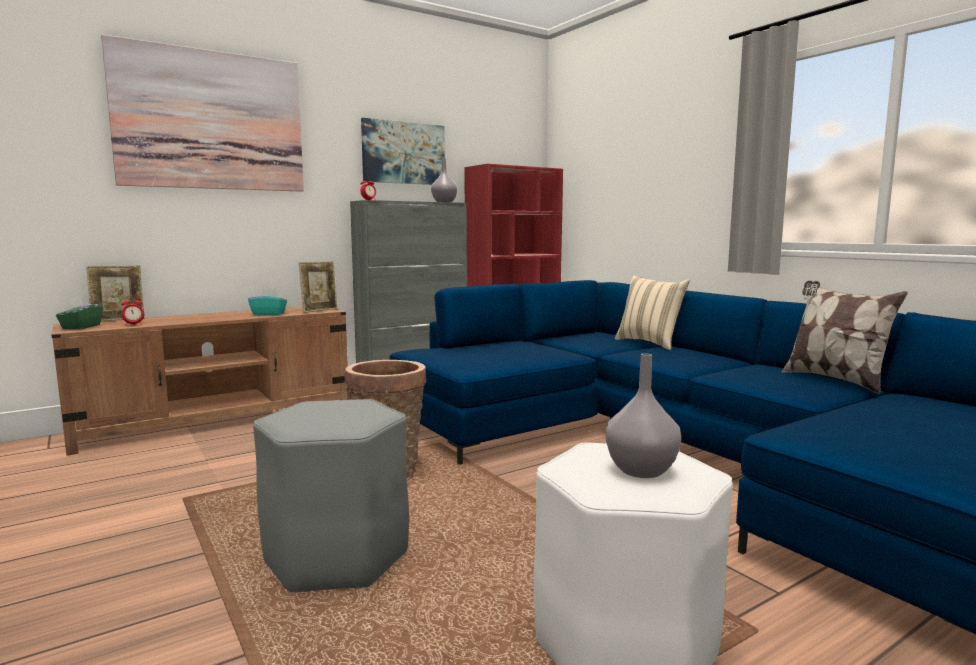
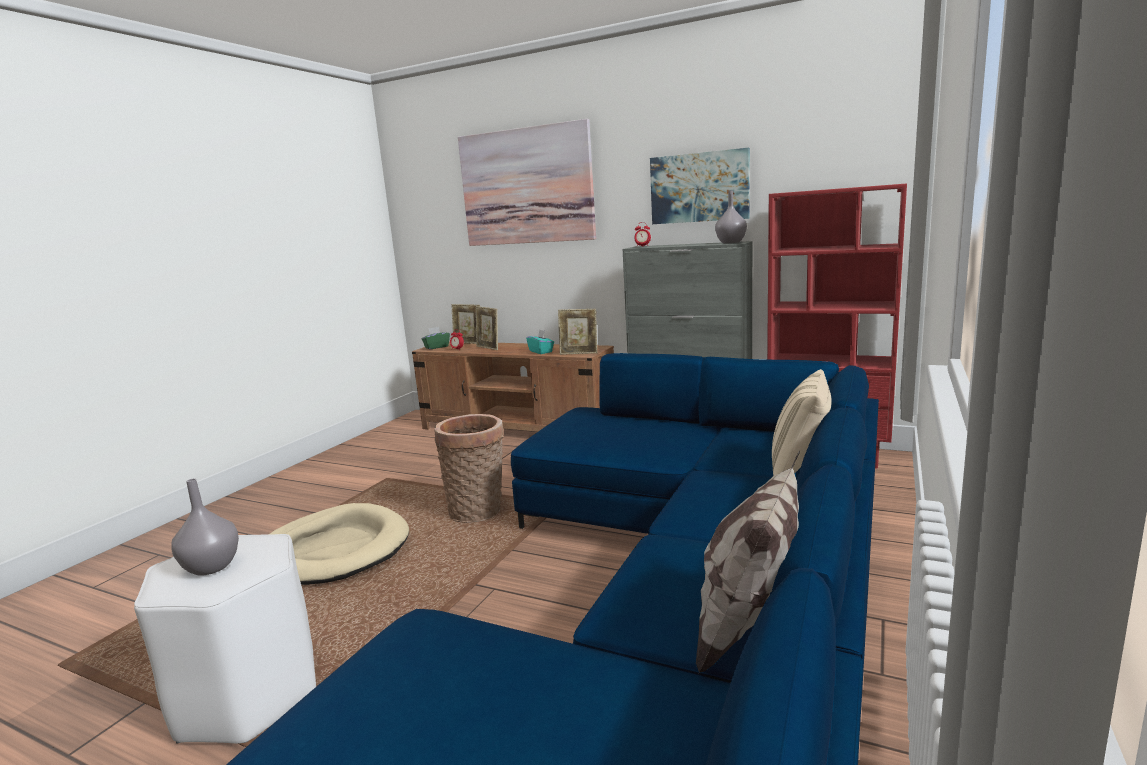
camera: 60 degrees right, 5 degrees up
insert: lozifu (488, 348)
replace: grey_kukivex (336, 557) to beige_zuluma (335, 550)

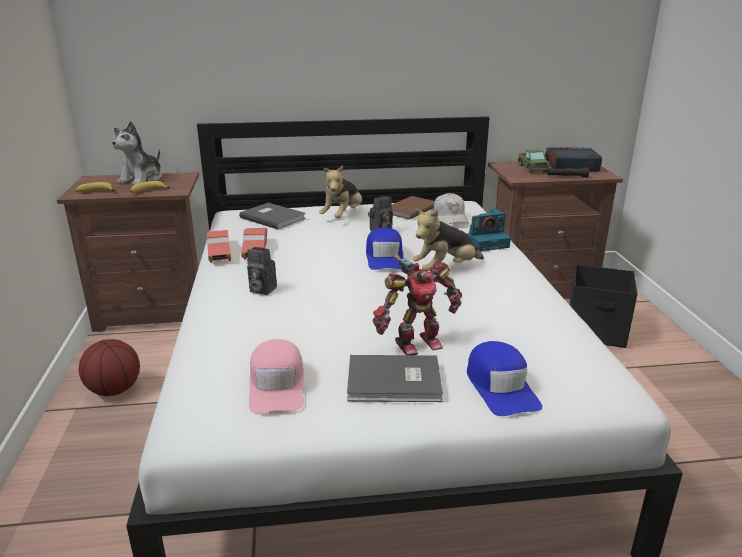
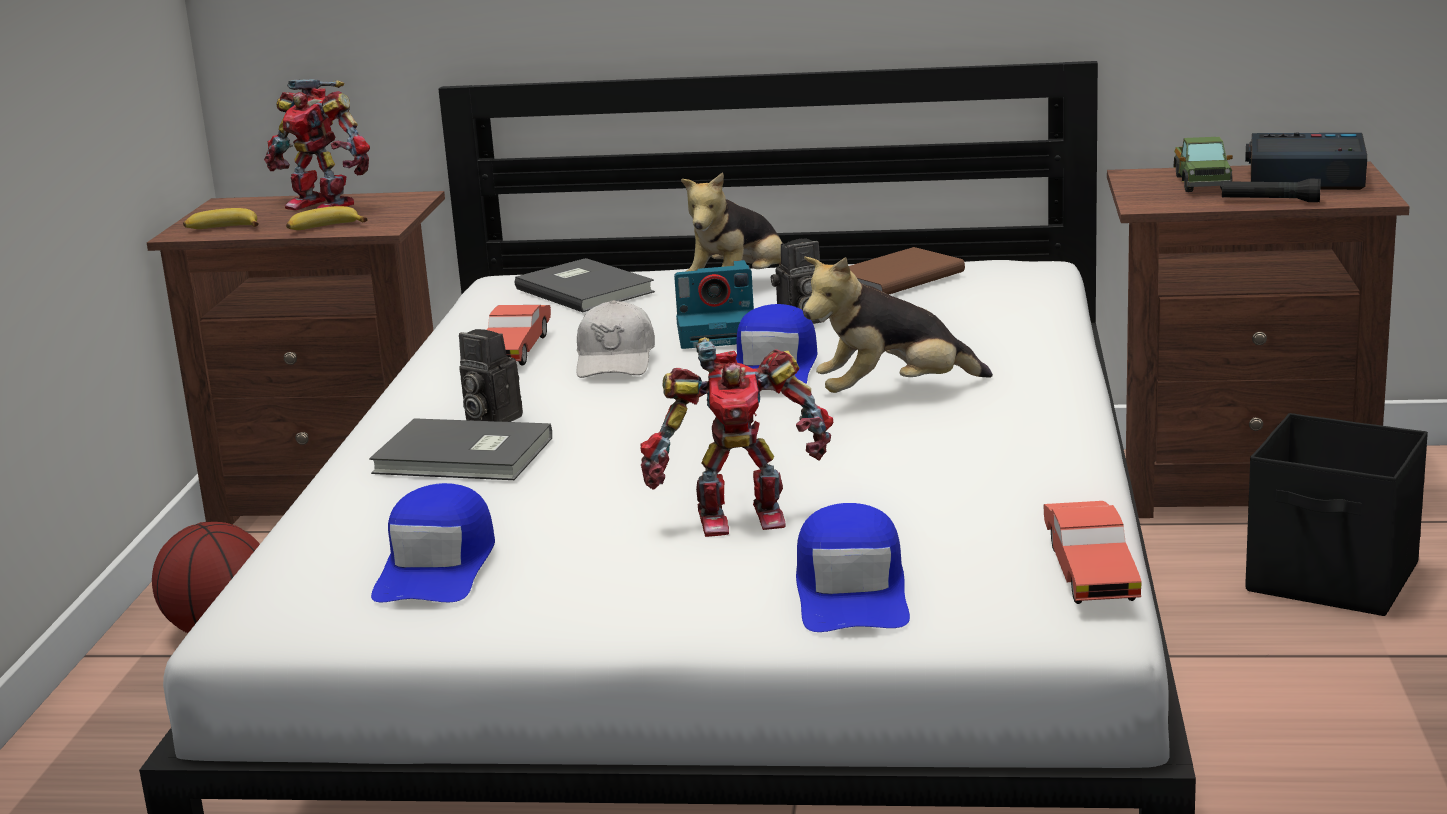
camera: 15 degrees right, 5 degrees down
move: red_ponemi (219, 253) to (1089, 572); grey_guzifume (395, 382) to (464, 457); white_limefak (450, 217) to (616, 361); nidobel (485, 242) to (718, 332)
replace: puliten (142, 179) to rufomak (323, 205)
recolor: pink_limefak (277, 385) to blue_limefak (438, 566)

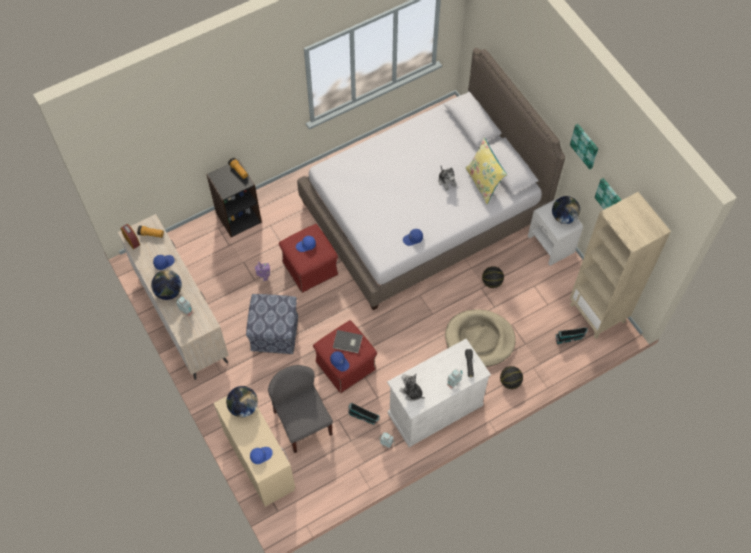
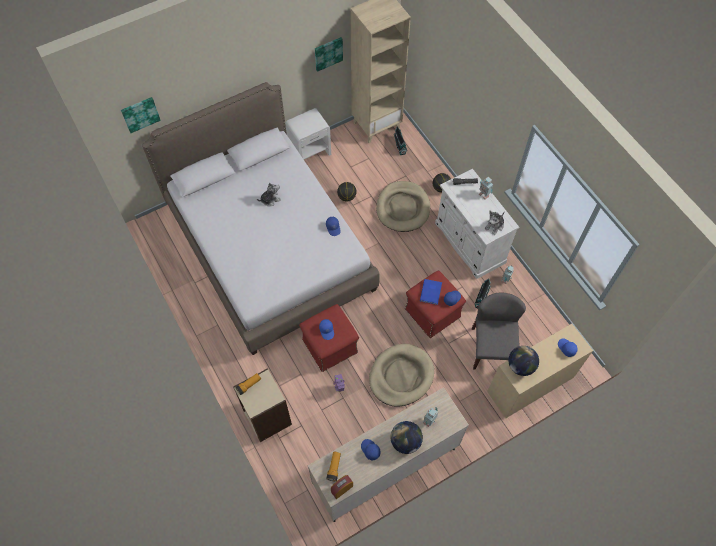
camera: 90 degrees left, 0 degrees up
delete: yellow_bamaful (483, 183); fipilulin (563, 217)
move: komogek (585, 145) to (140, 114)
replace: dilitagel (274, 332) to beige_zuluma (401, 376)
recolor: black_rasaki (238, 217) to beige_rasaki (267, 418); grey_guzifume (348, 342) to blue_guzifume (431, 292)
rotate: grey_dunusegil (302, 422) = (491, 348) 120 degrees clockwise

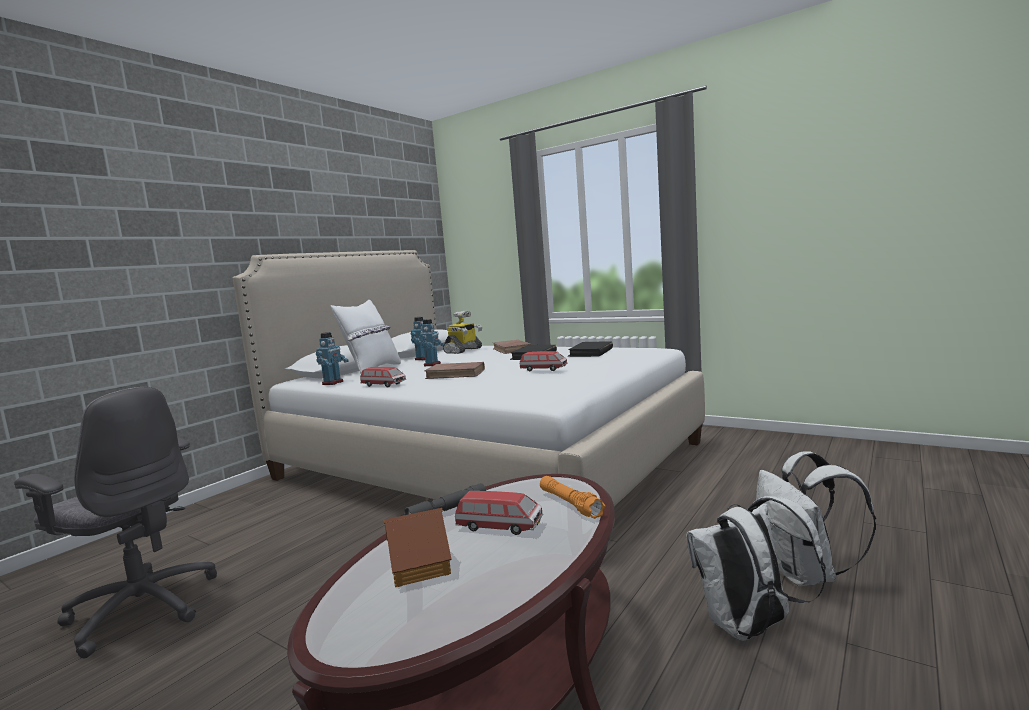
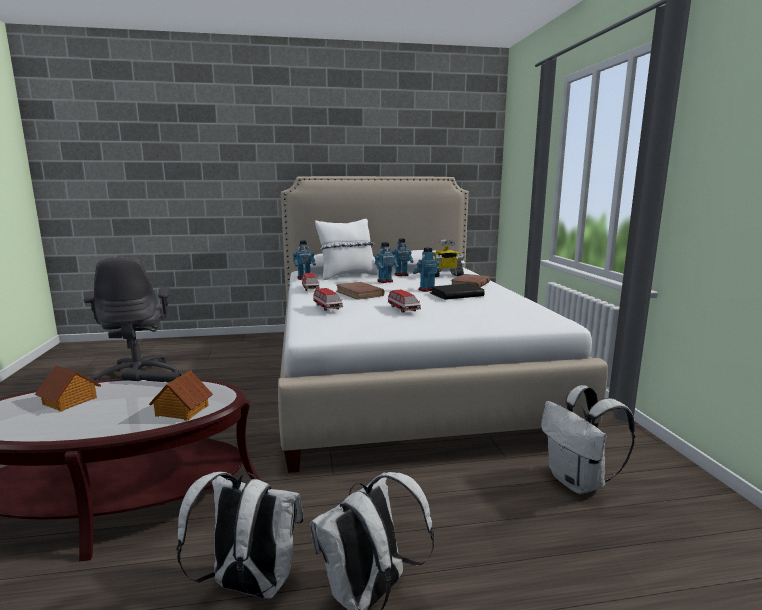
camera: 45 degrees right, 5 degrees up
delete: black_guzifume (591, 352)
insert: rufomak (426, 290); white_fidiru (578, 482)
move: ponemi (499, 526) to (327, 307)
replace: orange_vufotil (570, 504) to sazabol (181, 410)

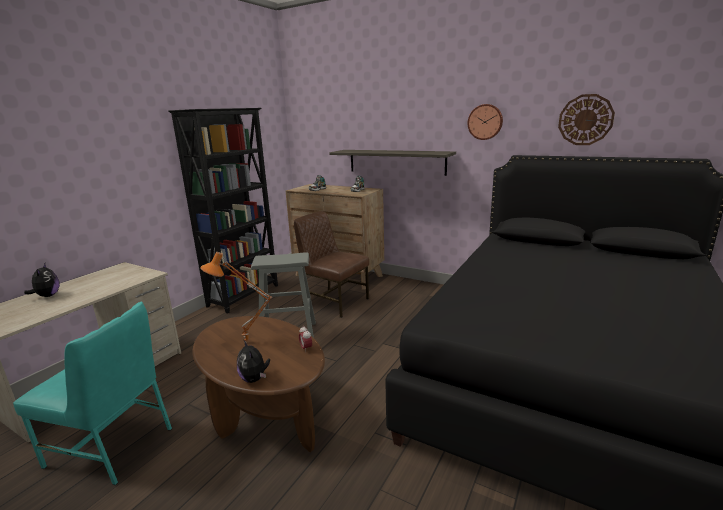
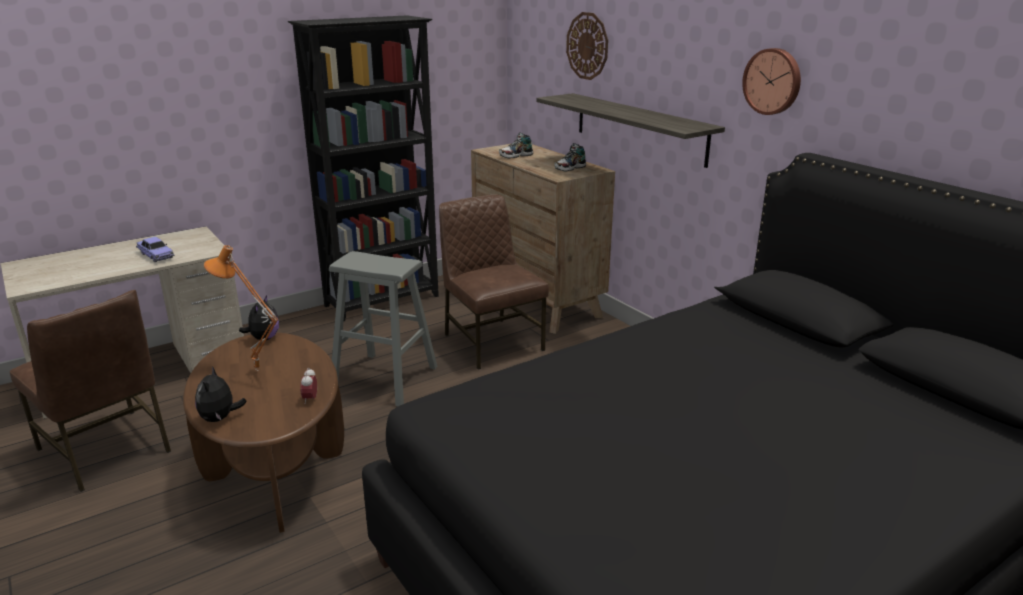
camera: 25 degrees right, 5 degrees up
insert: ponemi (156, 255)
move: puliten (47, 296) to (264, 338); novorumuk (585, 120) to (587, 46)
recolor: turquoise_dunusegil (113, 446) to brown_dunusegil (106, 450)

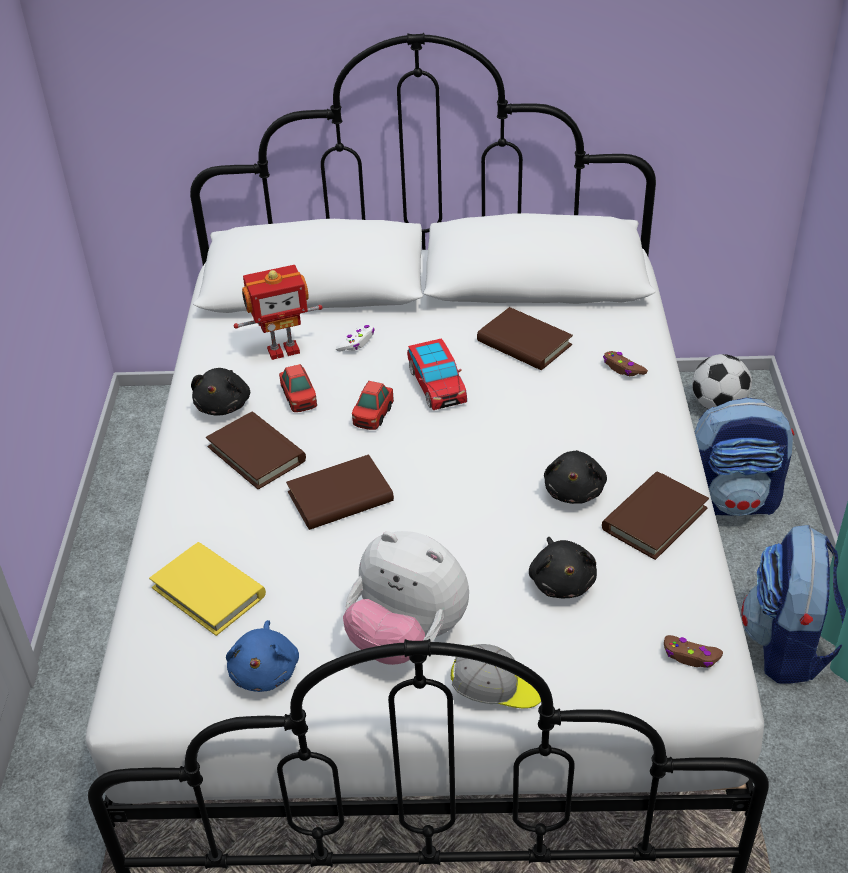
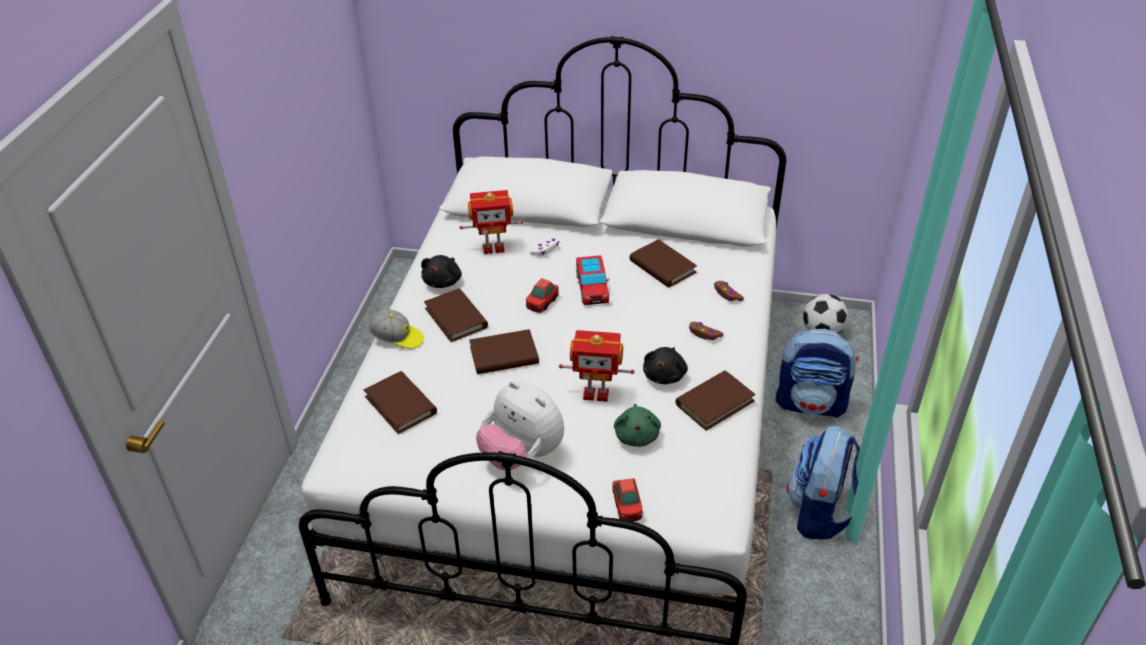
camera: 10 degrees right, 0 degrees up
delete: blue_puliten (265, 671)
insert: rufomak (596, 393)
move: ponemi (299, 398) to (627, 506); limefak (497, 689) to (397, 338); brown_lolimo (690, 656) to (704, 334)
recolor: yellow_guzifume (209, 592) to brown_guzifume (401, 405); black_puliten (562, 581) to green_puliten (637, 435)

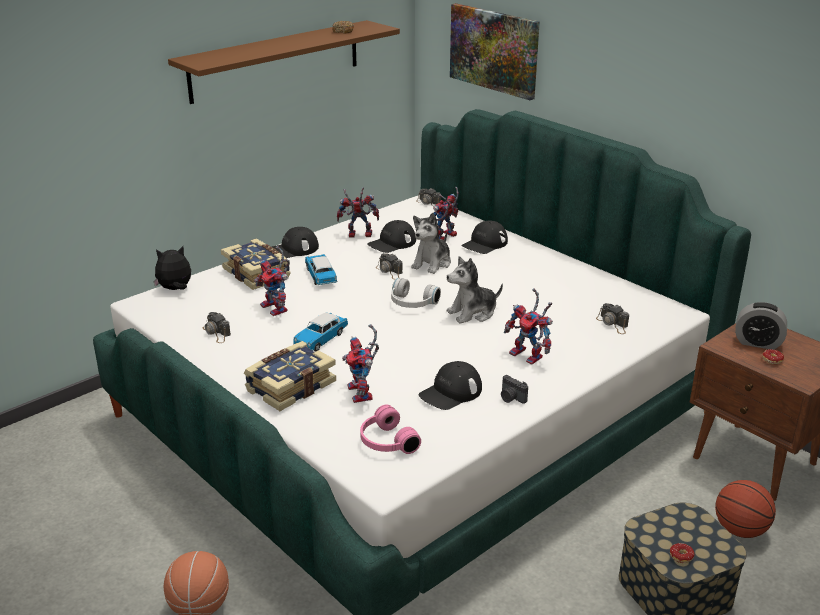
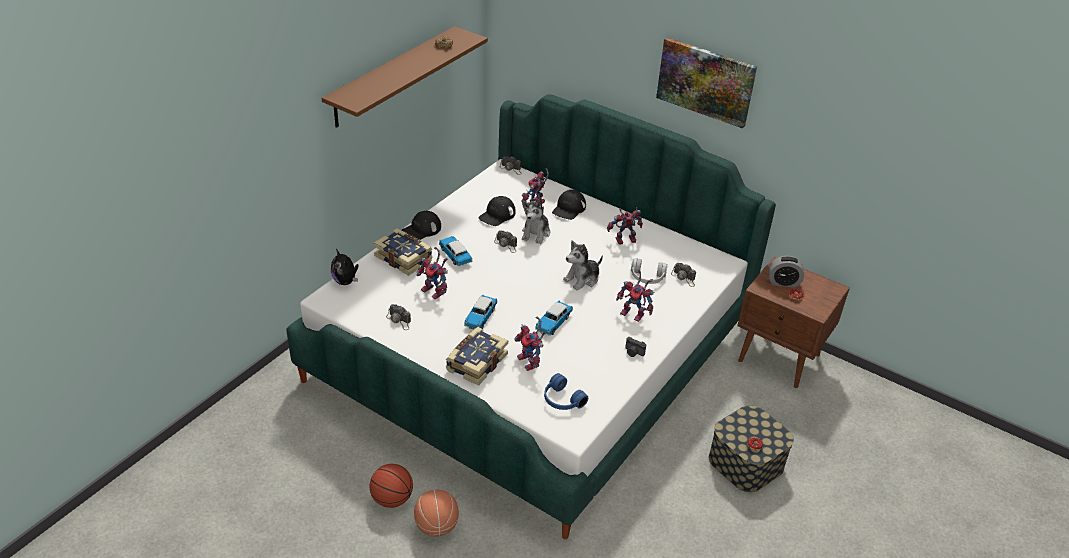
camera: 15 degrees left, 10 degrees up
delete: black_limefak (450, 392)
insert: ponemi (553, 323)
move: rufomak (357, 235) to (624, 241); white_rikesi (411, 303) to (647, 278); komogek (494, 50) to (706, 81); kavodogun (740, 530) to (392, 499)
recolor: pink_rikesi (385, 442) to blue_rikesi (561, 400)
rotate: puliten (175, 289) = (346, 281) 90 degrees counterclockwise

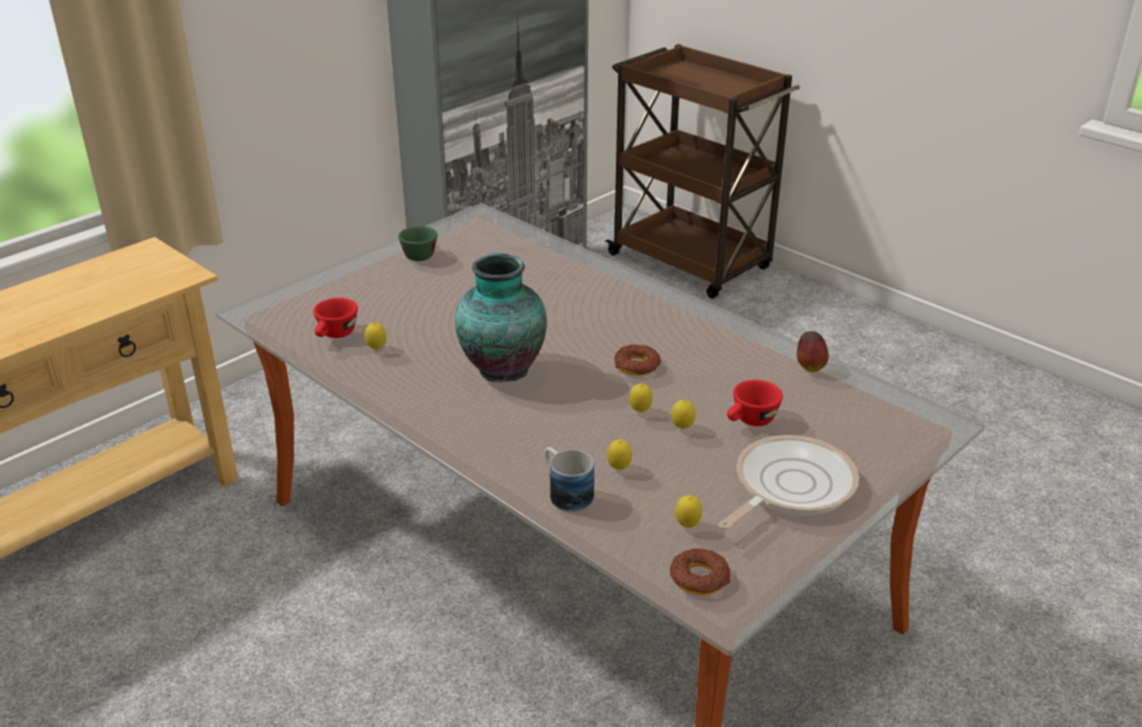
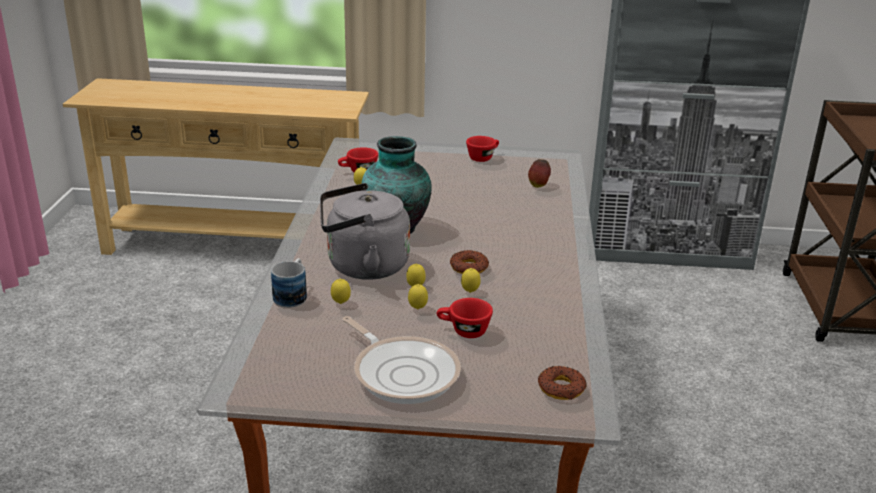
camera: 50 degrees right, 5 degrees down
insert: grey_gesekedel (362, 266)
move: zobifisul (699, 577) to (561, 388); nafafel (687, 526) to (470, 292); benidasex (809, 368) to (538, 186)
recolor: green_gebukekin (419, 253) to red_gebukekin (483, 157)
rotate: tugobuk (789, 486) = (403, 373) 45 degrees clockwise

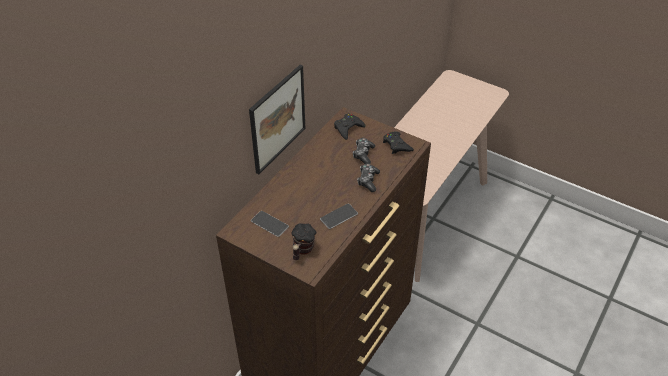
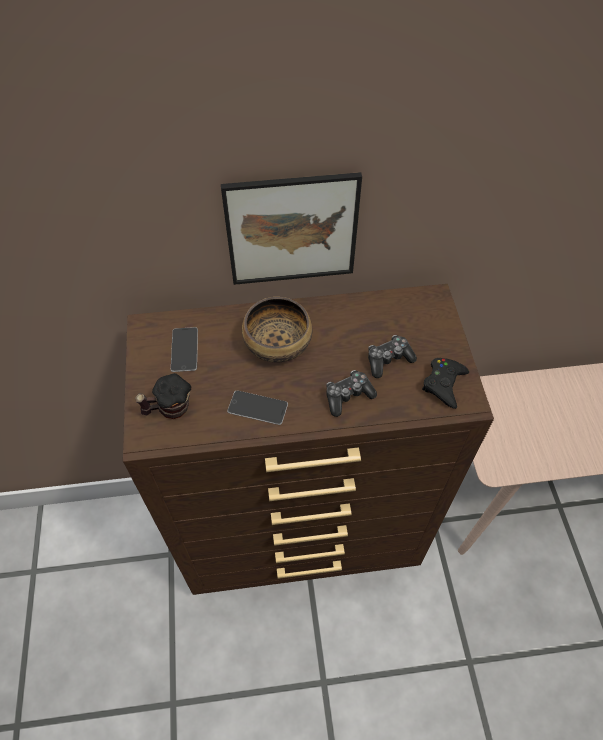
camera: 50 degrees right, 10 degrees up
delete: black_lolimo (348, 128)
insert: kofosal (278, 342)

